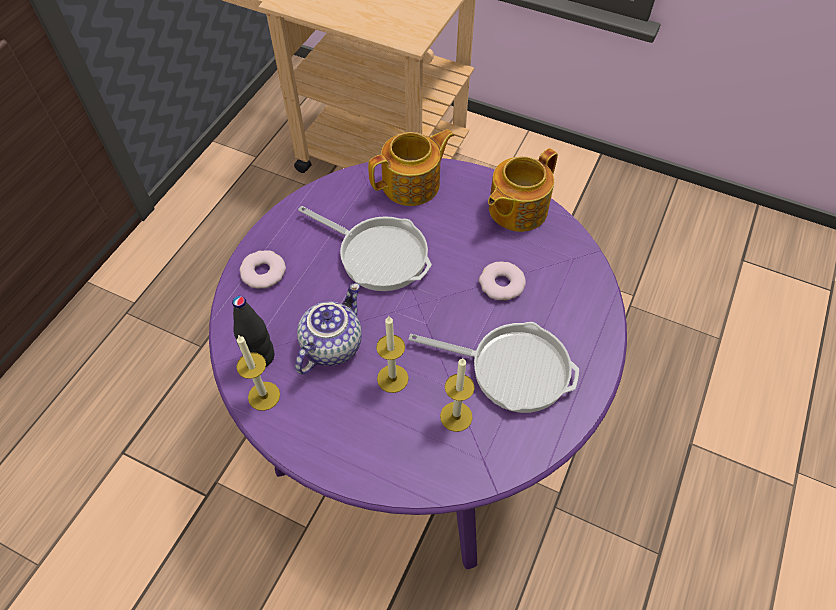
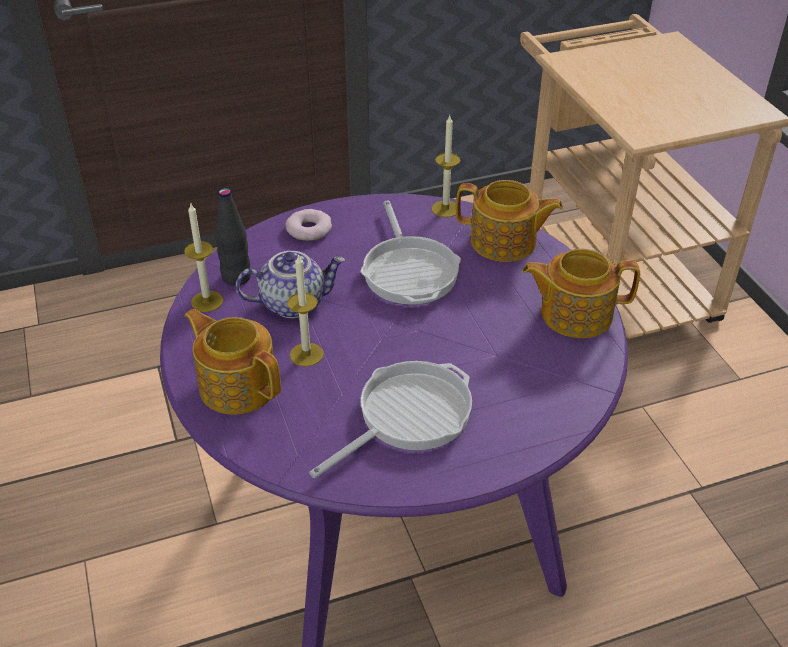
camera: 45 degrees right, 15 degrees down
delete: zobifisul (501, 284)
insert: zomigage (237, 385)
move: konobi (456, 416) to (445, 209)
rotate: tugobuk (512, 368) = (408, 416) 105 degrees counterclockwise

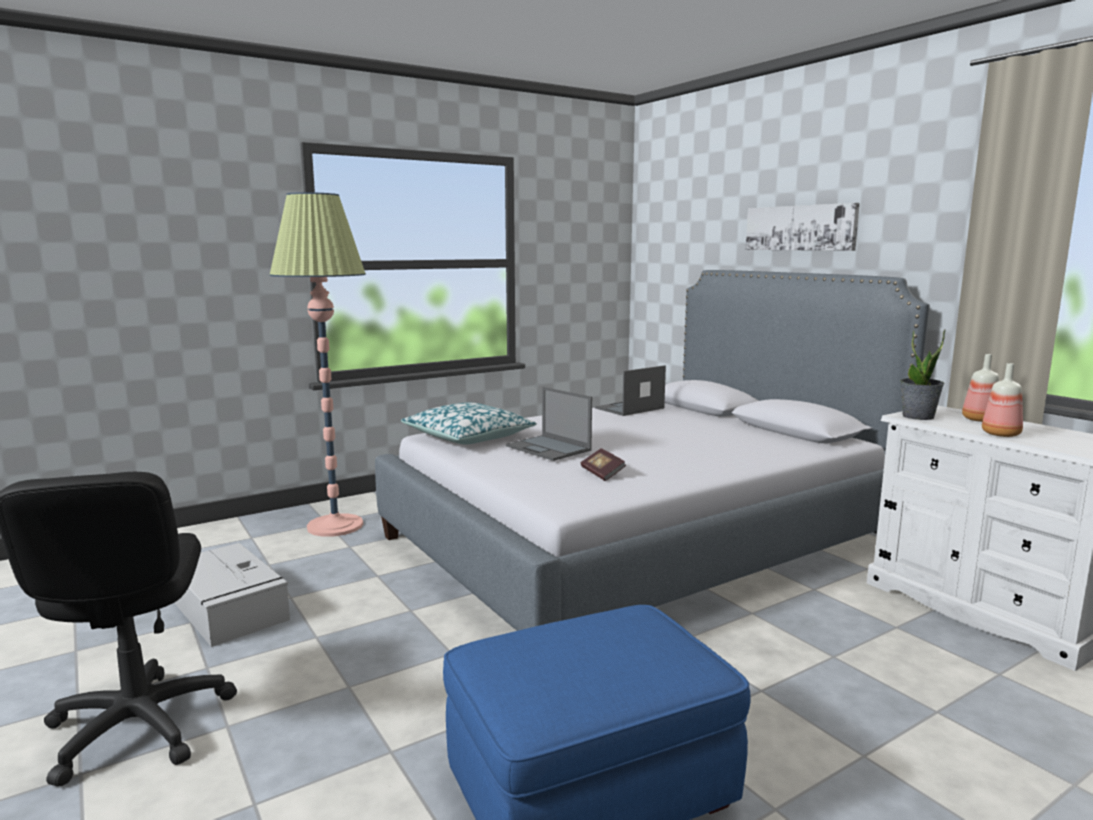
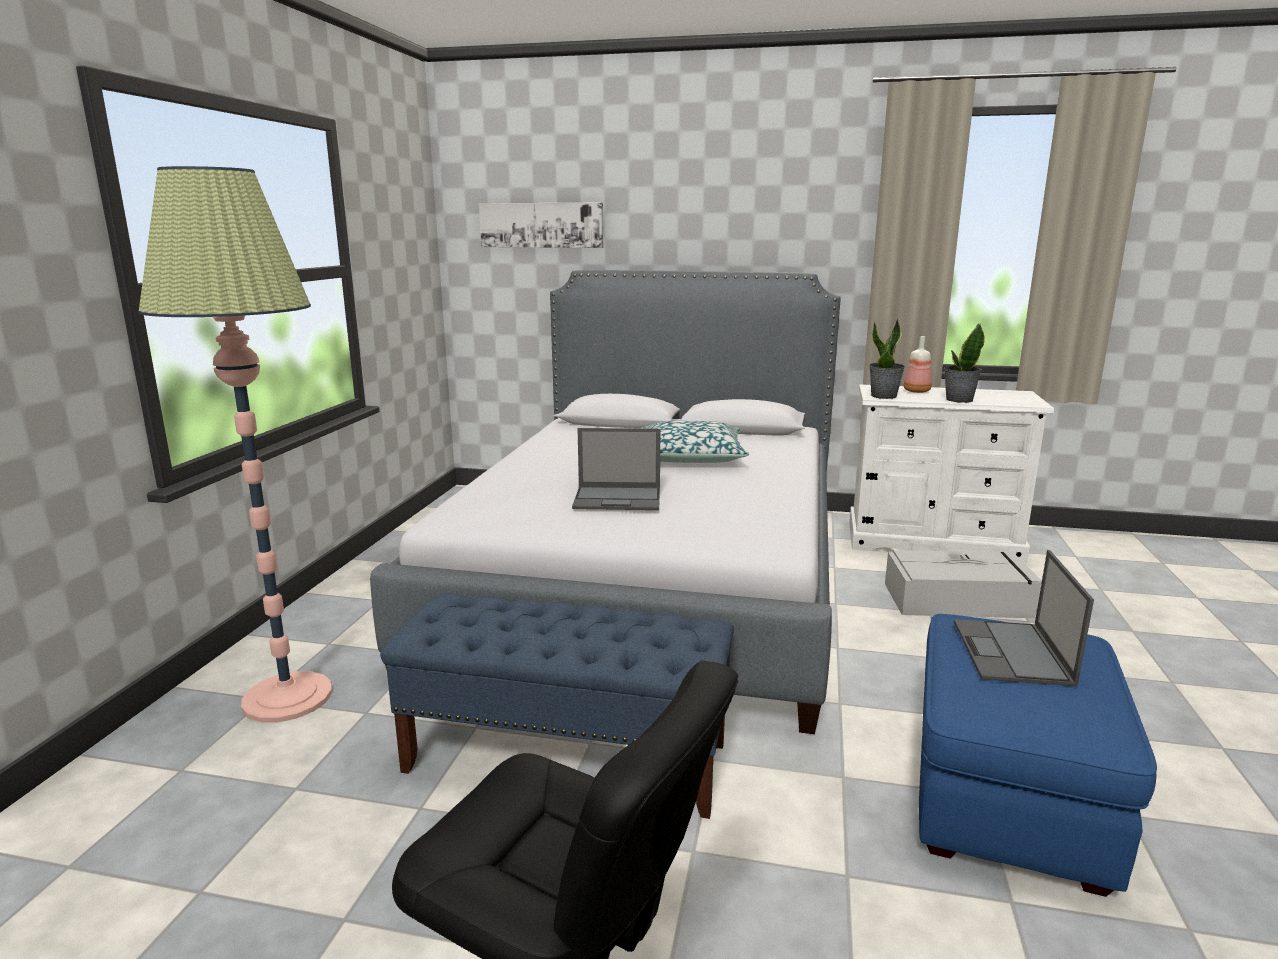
camera: 45 degrees left, 5 degrees up
delete: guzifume (602, 473)
insert: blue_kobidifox (567, 757)
move: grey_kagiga (228, 608) to (959, 600); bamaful (468, 437) to (690, 457); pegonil (629, 408) to (1012, 653); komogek (800, 228) to (541, 225)
replace: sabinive (1001, 434) to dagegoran (958, 400)

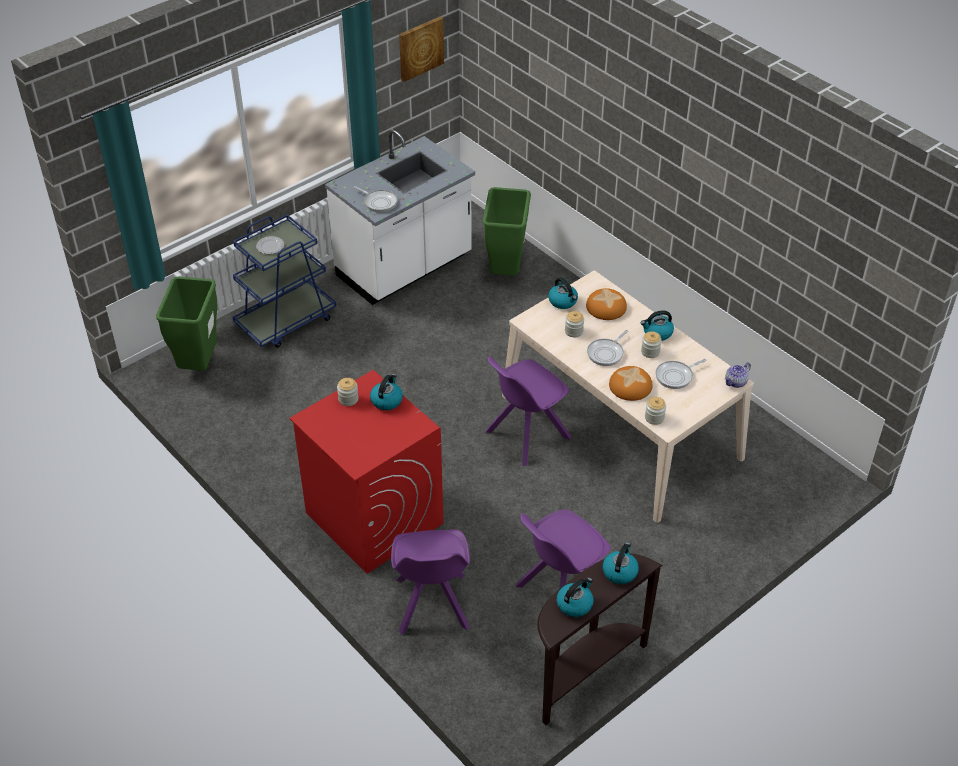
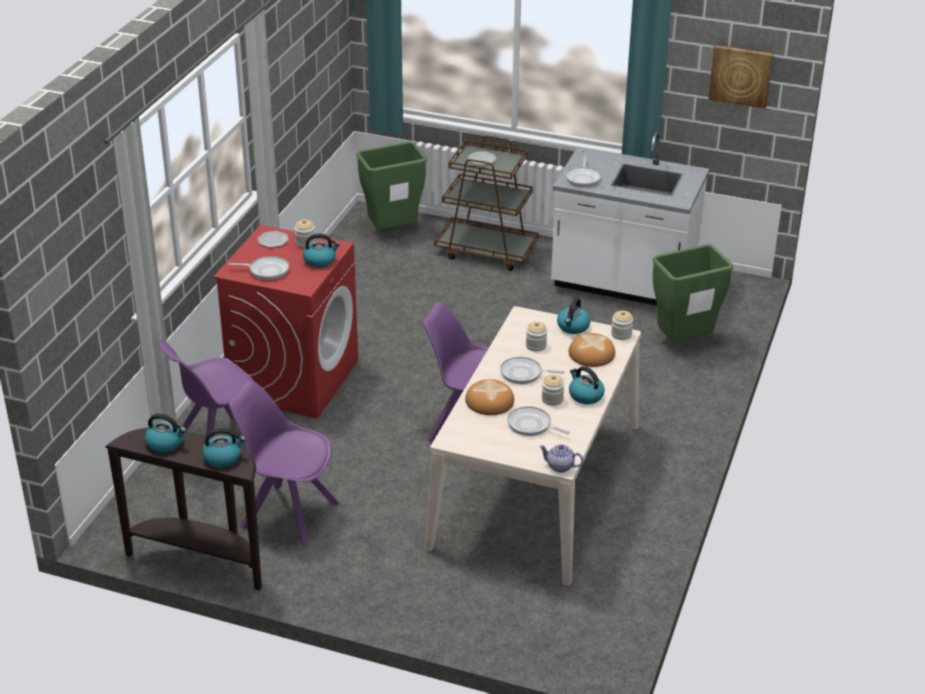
camera: 60 degrees right, 10 degrees down
insert: tugobuk (266, 270); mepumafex (272, 240)
move: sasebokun (654, 418) to (621, 334)
recolor: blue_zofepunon (286, 321) to brown_zofepunon (487, 251)

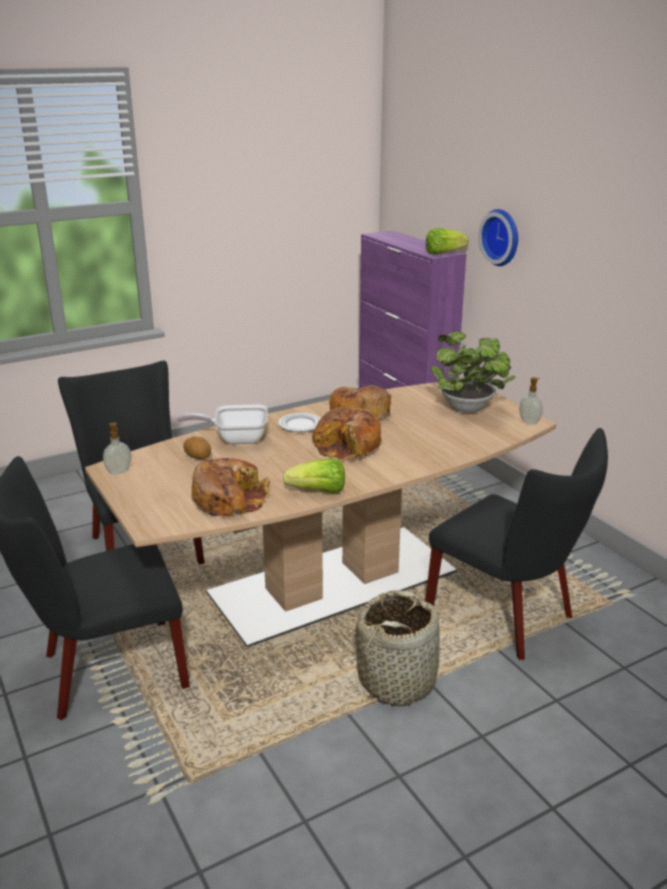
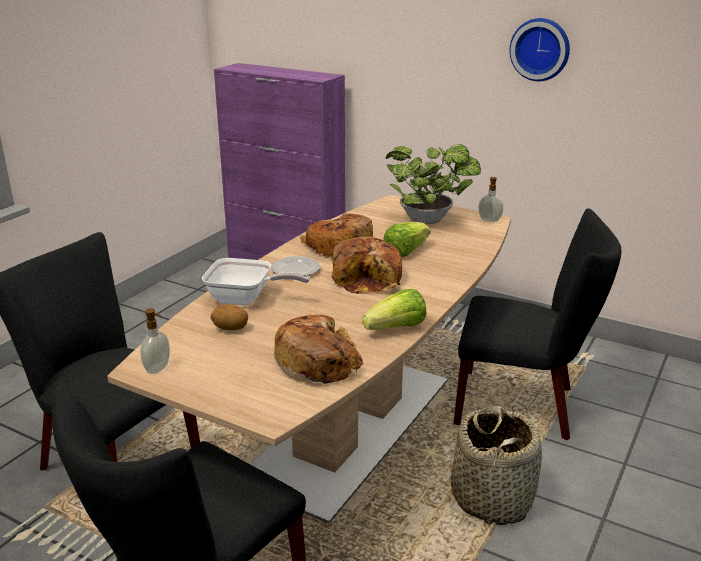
camera: 30 degrees left, 0 degrees up
move: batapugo (443, 253) to (406, 252); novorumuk (502, 237) to (540, 49)
rotate: tugobuk (235, 439) = (246, 299) 135 degrees counterclockwise

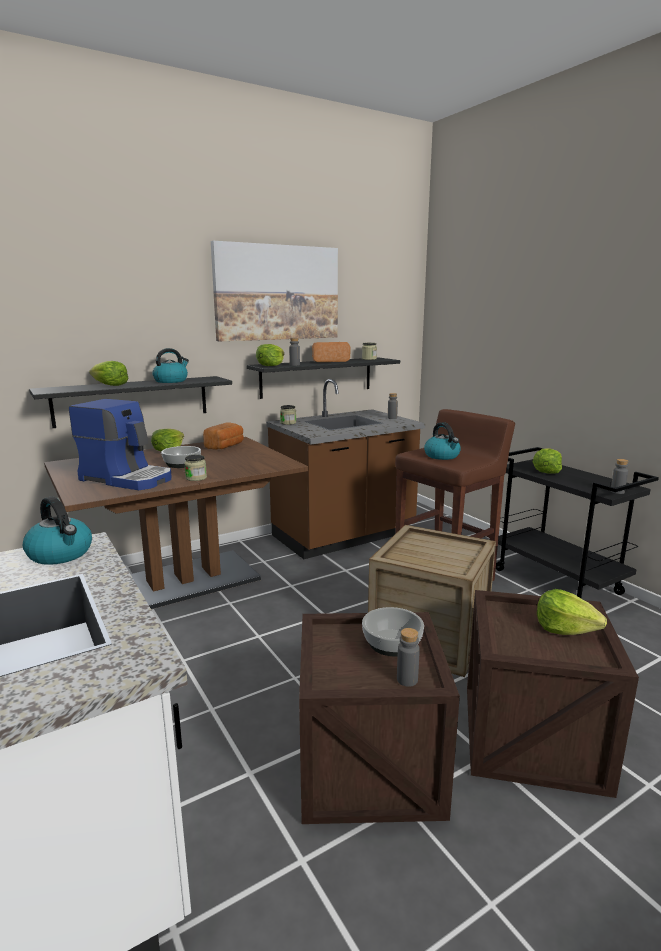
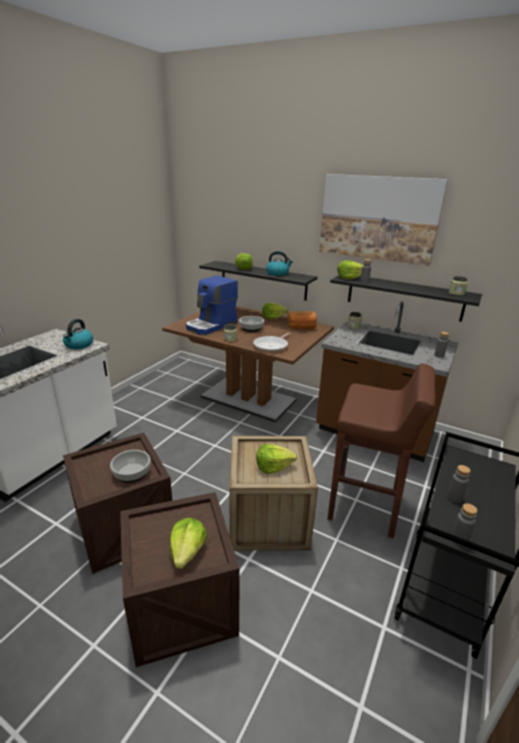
camera: 60 degrees right, 10 degrees up
delete: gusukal (329, 361); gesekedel (442, 456)
insert: tugobuk (272, 346)
move: grey_sabinive (407, 680) to (454, 497); batapugo (546, 471) to (273, 466)
rotate: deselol (127, 478) = (212, 325) 45 degrees clockwise

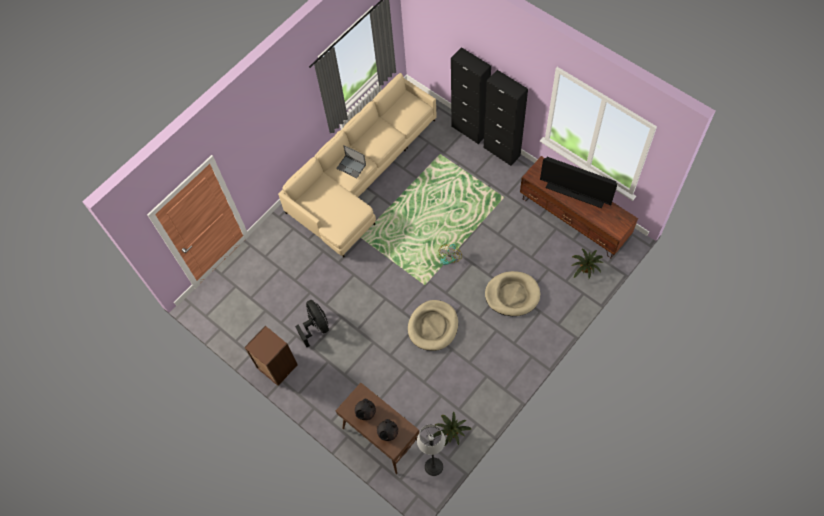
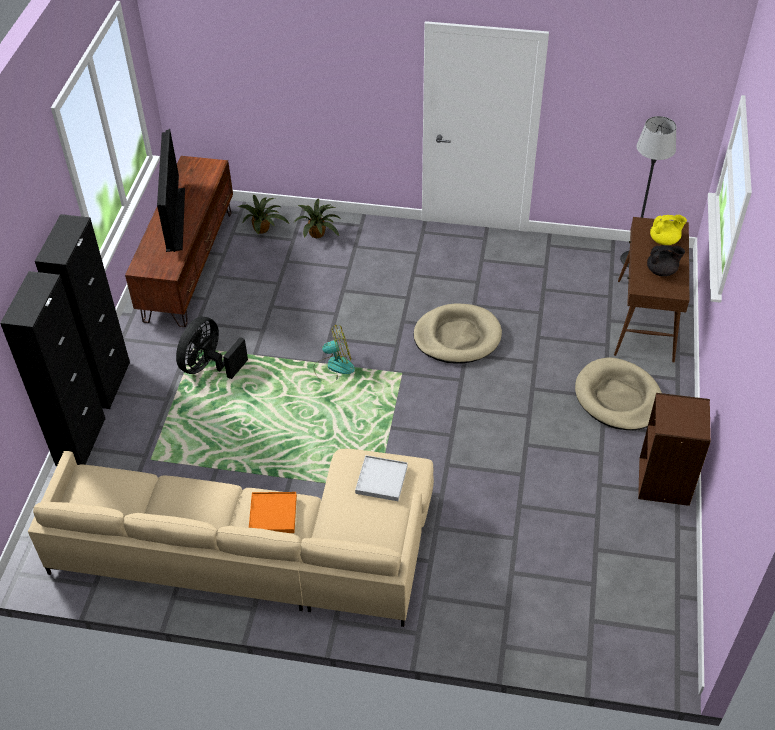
camera: 125 degrees left, 15 degrees down
insert: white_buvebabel (381, 480)
move: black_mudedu (316, 327) to (209, 366); dagegoran (451, 433) to (318, 234); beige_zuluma (512, 295) to (618, 397)
replace: pegonil (351, 166) to orange_buvebabel (273, 514)
recolor: black_zomigage (387, 433) to yellow_zomigage (664, 240)

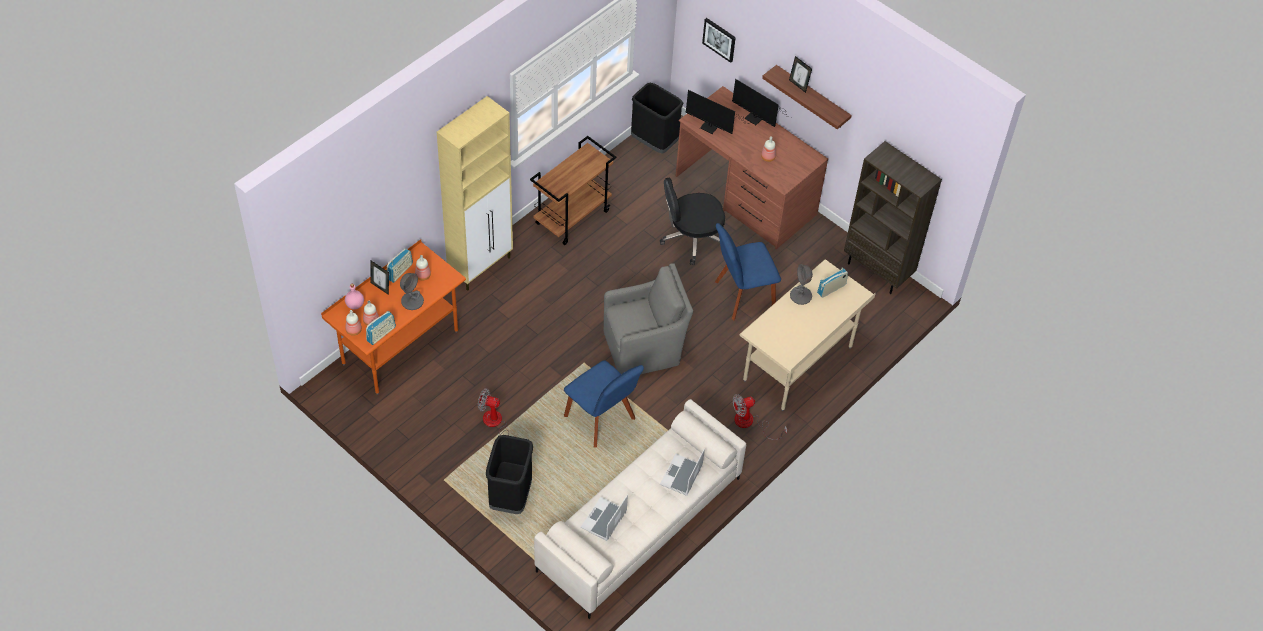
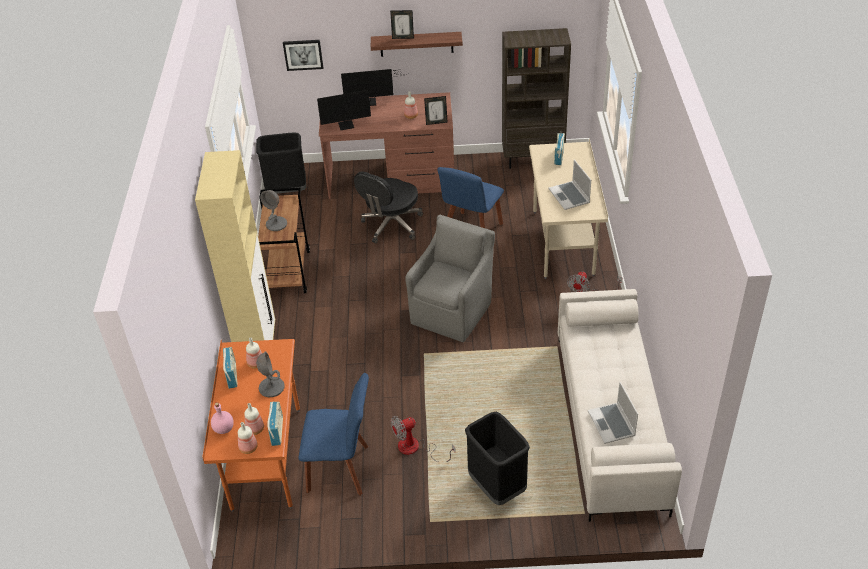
camera: 40 degrees left, 10 degrees down
move: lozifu (380, 287) to (436, 122); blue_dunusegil (601, 420) to (342, 469); pegonil (681, 476) to (570, 196); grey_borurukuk (801, 296) to (276, 224)

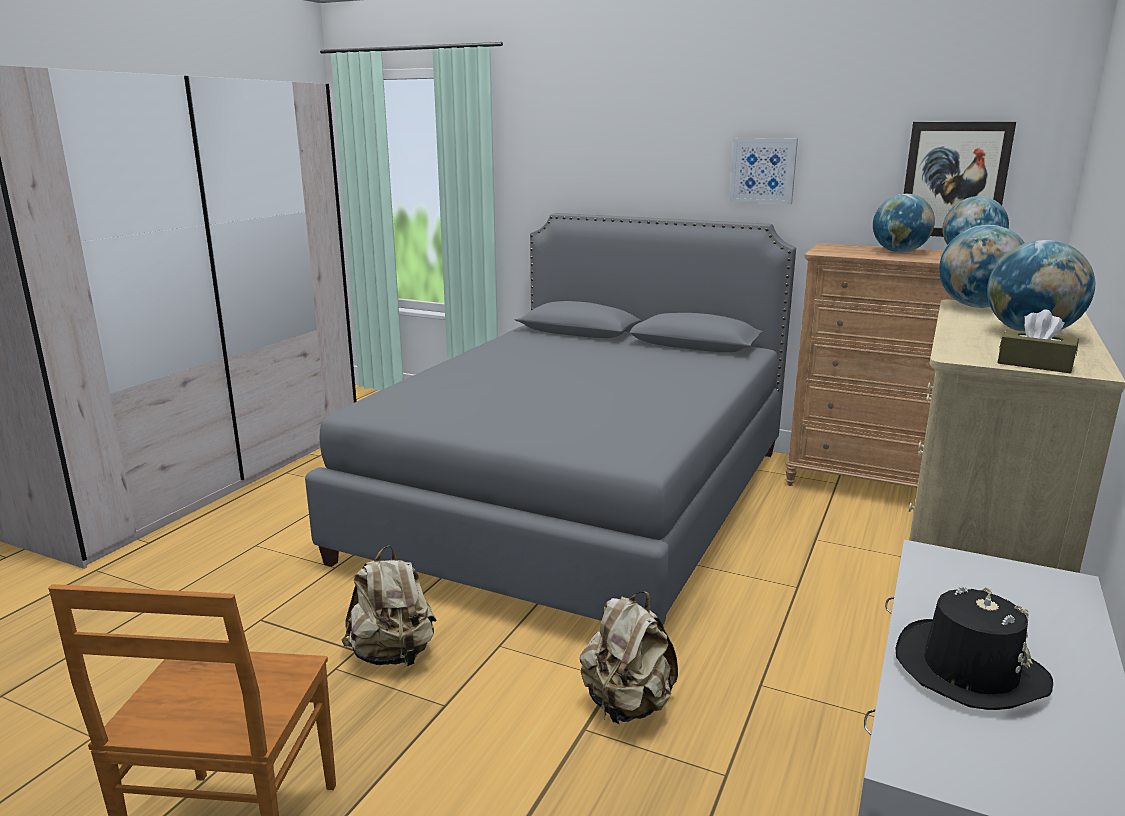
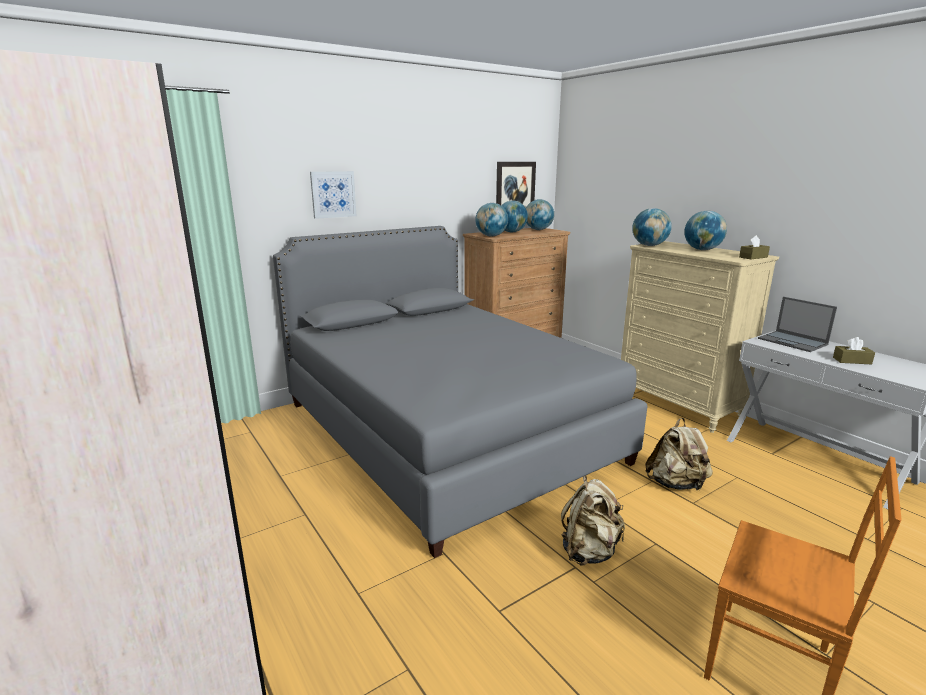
camera: 60 degrees left, 0 degrees up
insert: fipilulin (491, 236); pegonil (793, 342)
move: komogek (763, 170) to (333, 194)
replace: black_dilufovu (969, 669) to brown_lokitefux (852, 361)

